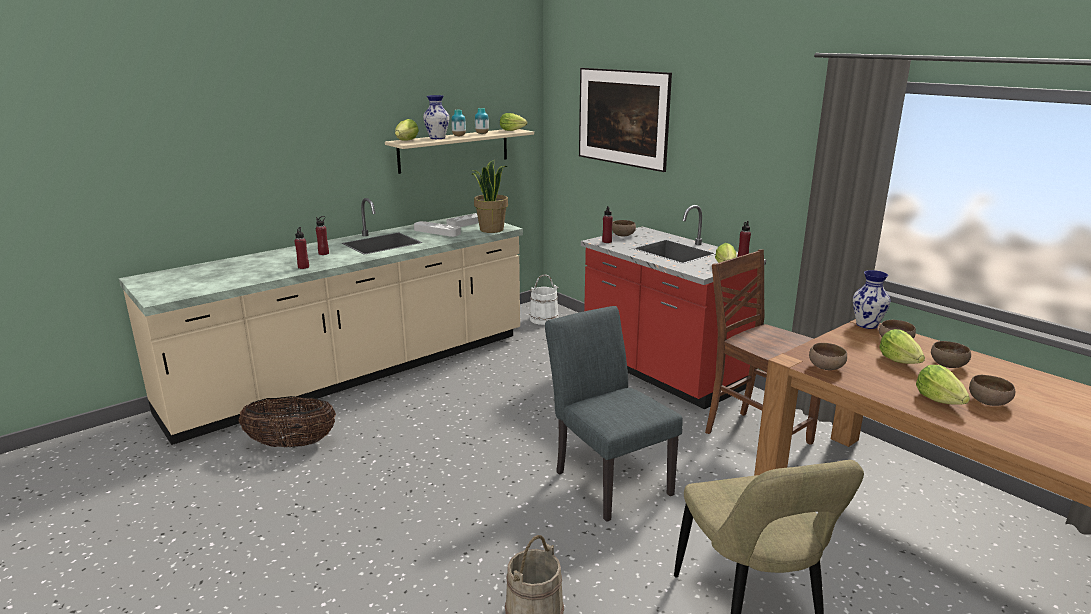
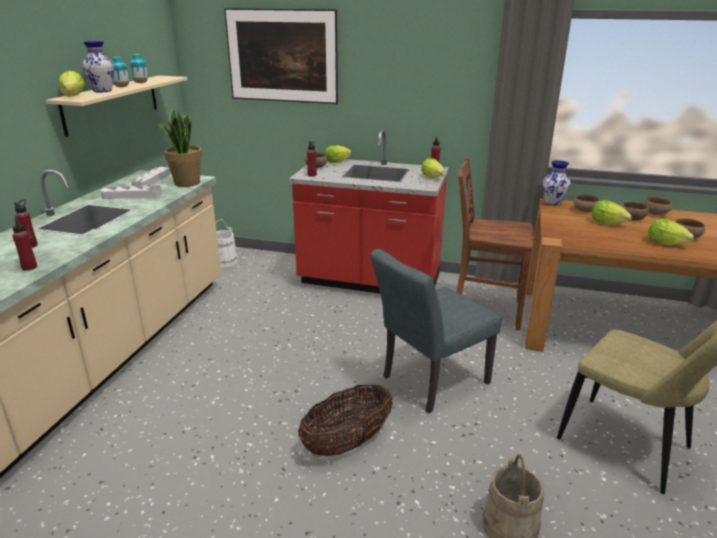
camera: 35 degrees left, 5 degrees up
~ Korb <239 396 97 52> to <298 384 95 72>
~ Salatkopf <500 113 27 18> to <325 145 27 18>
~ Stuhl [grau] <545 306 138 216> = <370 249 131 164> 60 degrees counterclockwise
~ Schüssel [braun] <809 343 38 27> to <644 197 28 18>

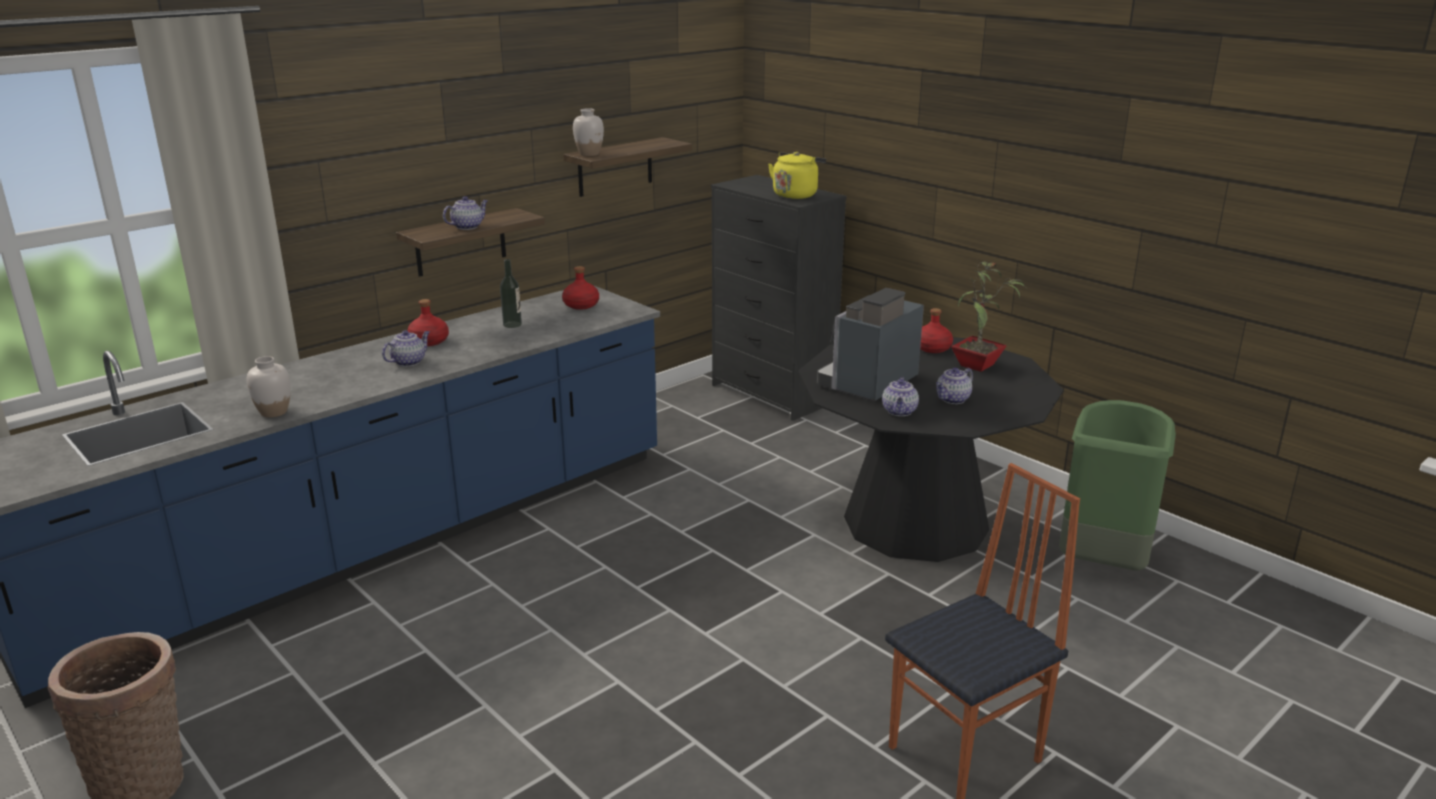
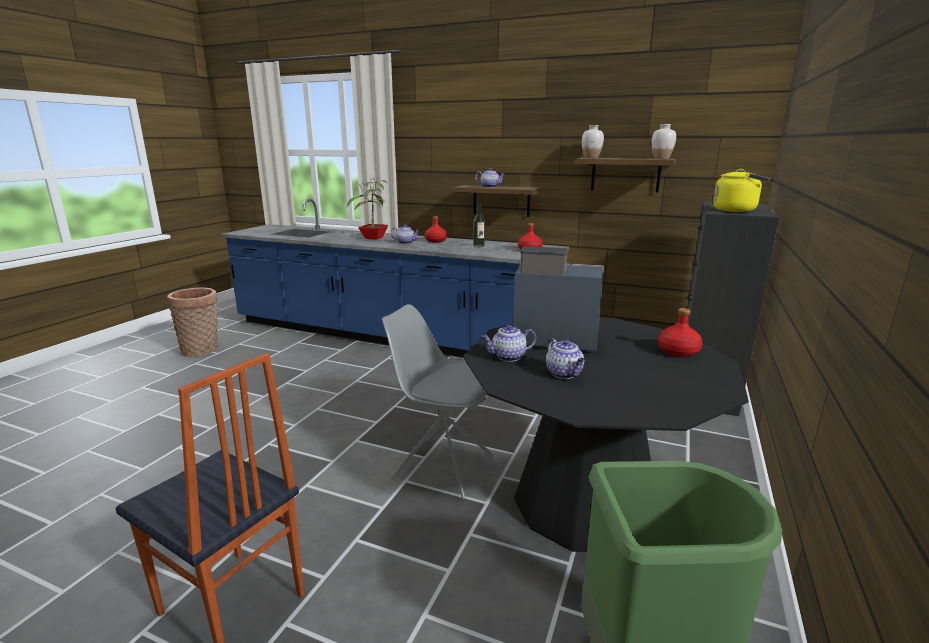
camera: 65 degrees right, 5 degrees down
~ Vase [weiß] <246 356 44 61> to <652 124 24 35>
~ Teekanne <936 367 37 37> = <546 338 39 41> 135 degrees counterclockwise
~ Topfpflanze <951 259 76 113> to <347 177 41 63>
+ Stuhl [grau] <382 304 112 195>

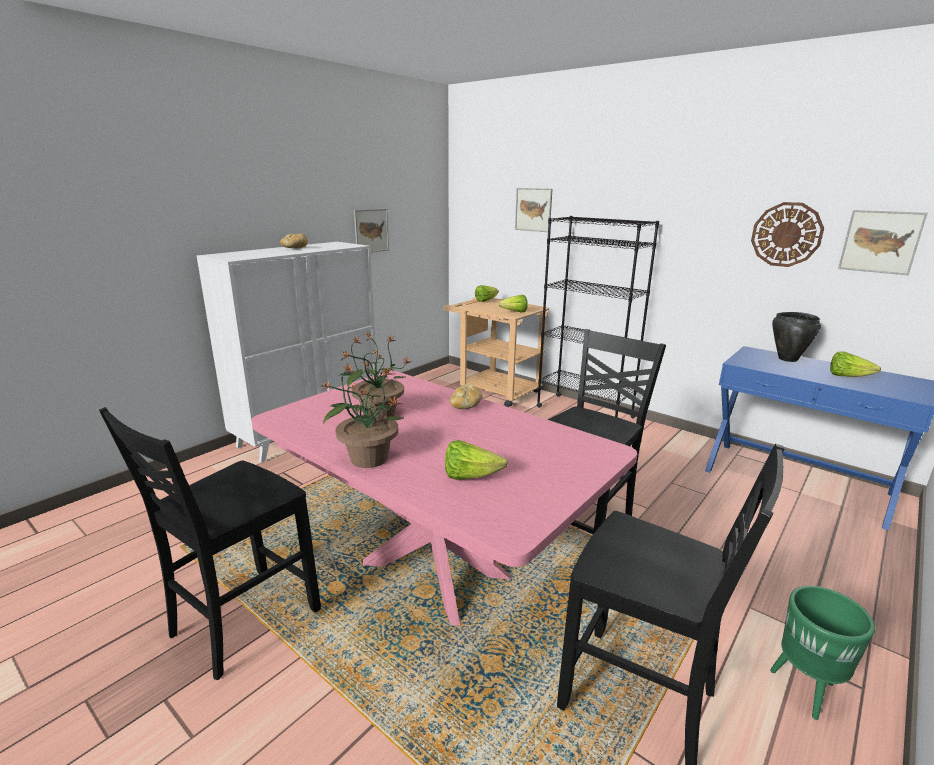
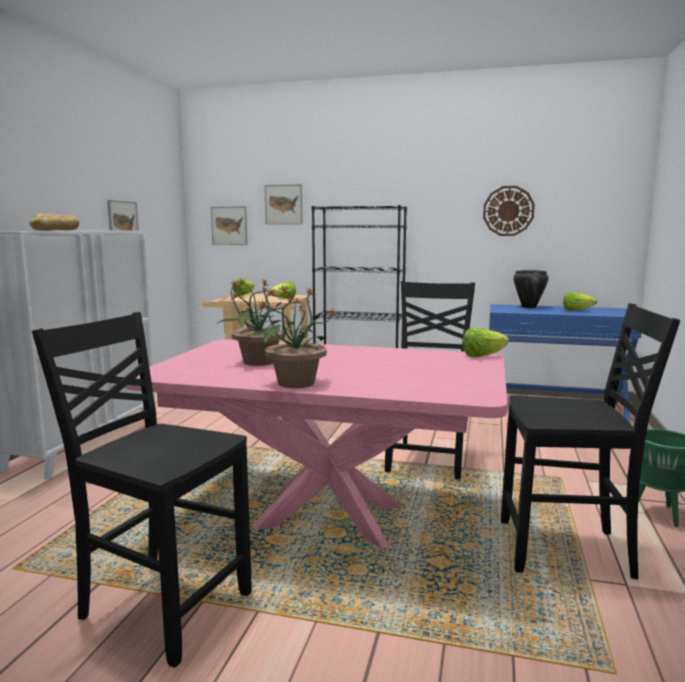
camera: 25 degrees left, 10 degrees down
~ Stuhl [schwarz] <99 407 222 273> = <32 312 220 356> 105 degrees clockwise
~ Salatkopf <445 440 63 40> to <463 328 46 29>
~ Brot <449 384 34 25> to <29 213 33 18>
~ Bild <838 210 90 65> to <211 206 37 39>

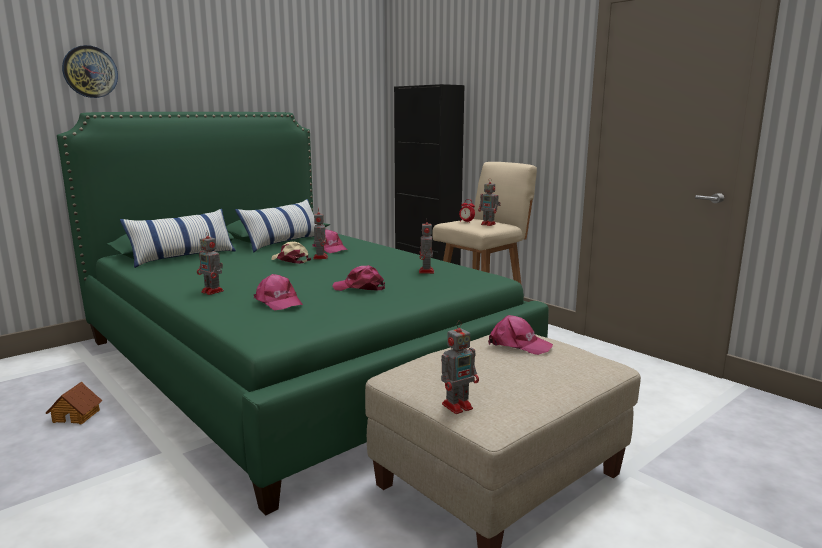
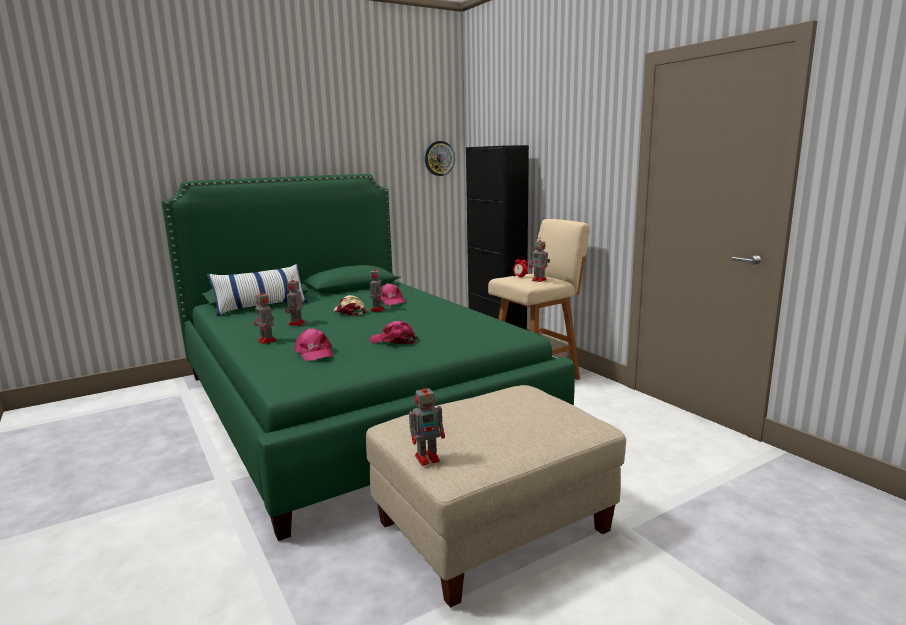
camera: 10 degrees right, 0 degrees up
- Spielzeughaus <46 382 56 42>
~ Wanduhr <62 45 56 53> to <425 141 30 35>
- Kissen <235 199 81 53>
~ Spielzeugroboter <419 222 15 52> to <285 280 20 46>
- Kappe [rosa] <488 315 65 40>

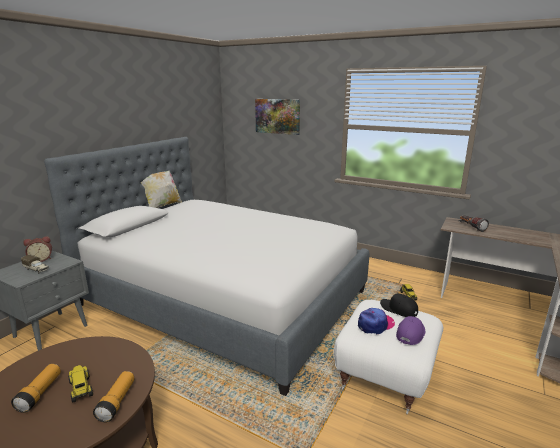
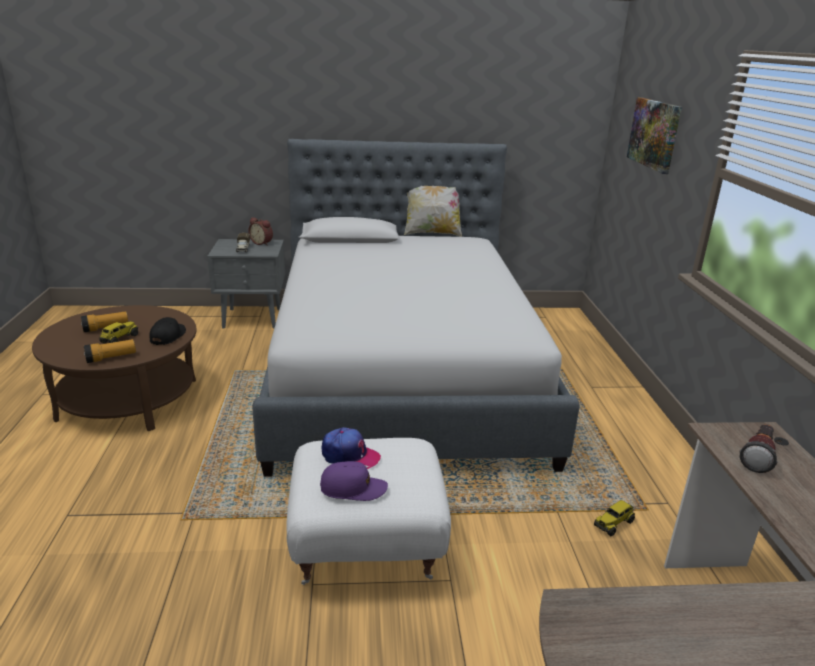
camera: 55 degrees right, 5 degrees up
~ Kappe [schwarz] <380 294 38 23> to <149 317 37 28>

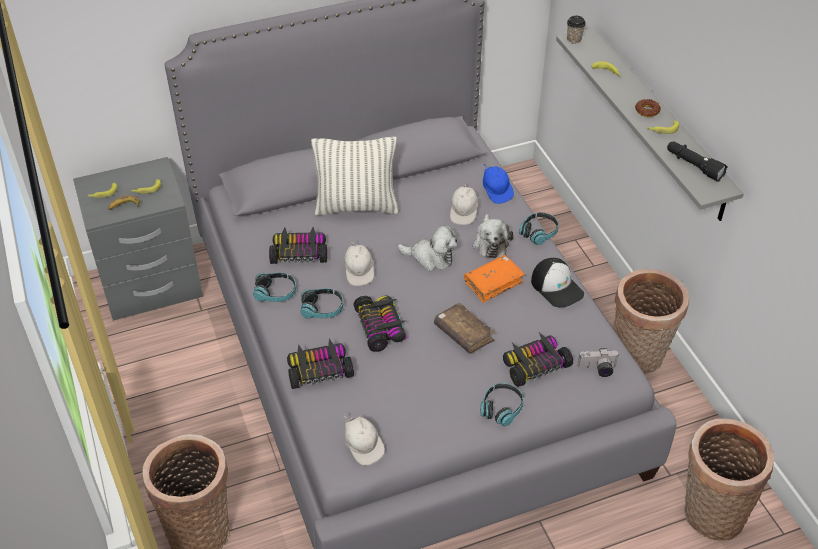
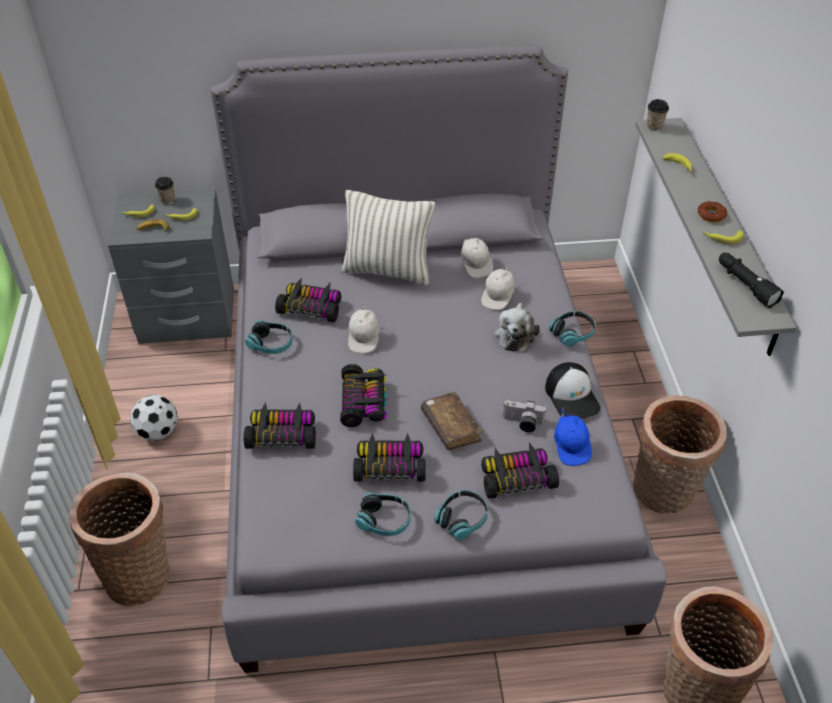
camera: 15 degrees right, 0 degrees up
~ Kopfhörer <301 288 42 31> to <355 492 56 44>
~ Kappe [weiß] <342 414 43 52> to <461 234 32 44>
- Plüschtier <398 225 59 46>
- Buch [orange] <464 255 61 48>
~ Kappe [blau] <483 164 31 40> to <554 408 38 58>
~ Kamera <578 348 41 29> to <503 400 43 32>
+ Fußball <130 394 48 47>
+ Tasse <155 177 20 27>
+ Spielzeugauto <353 433 72 49>

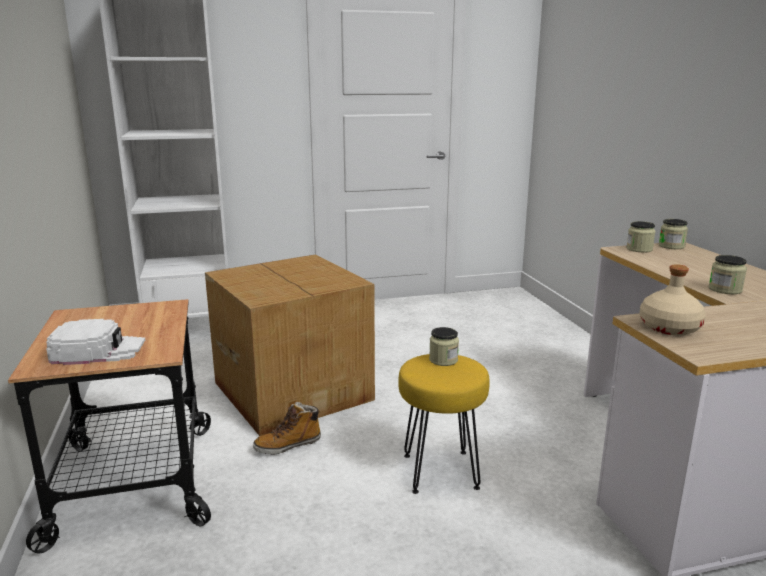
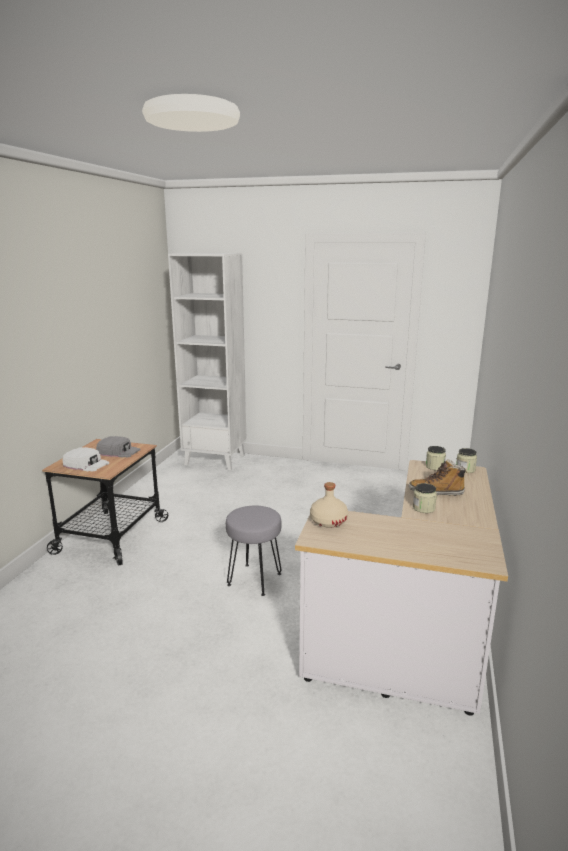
camera: 30 degrees right, 0 degrees up
- Karton <205 255 170 181>
~ Stiefel <253 402 68 53> to <409 459 57 37>
~ Hocker [gelb] <398 354 92 140> to Hocker [grau] <226 506 56 90>
- Vorratsglas <429 327 30 39>
+ Kappe [grau] <96 436 44 22>

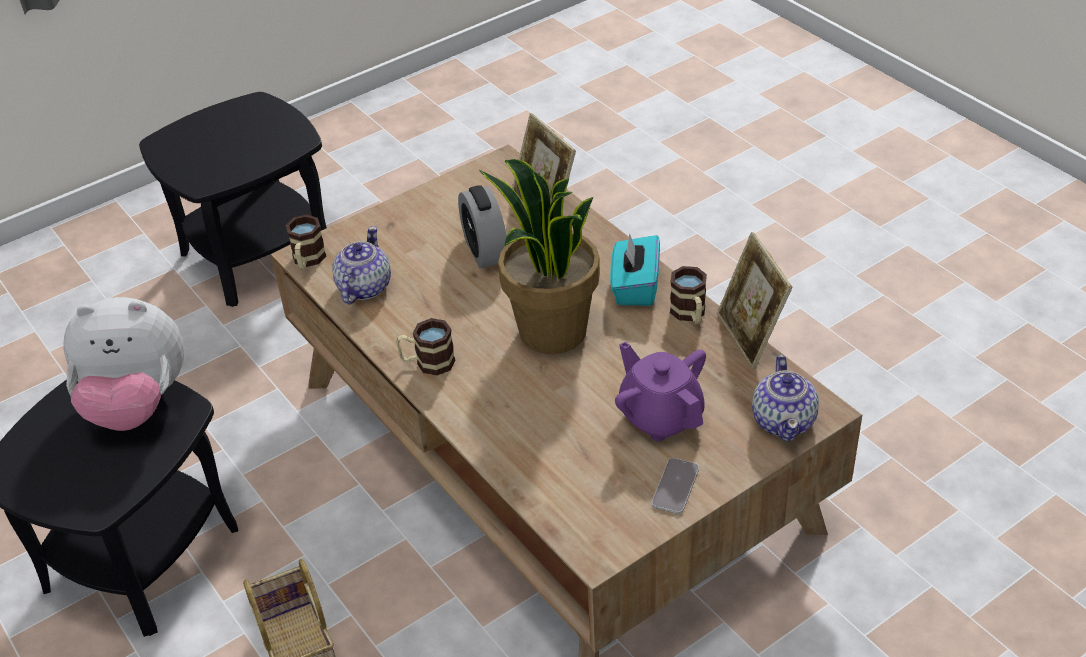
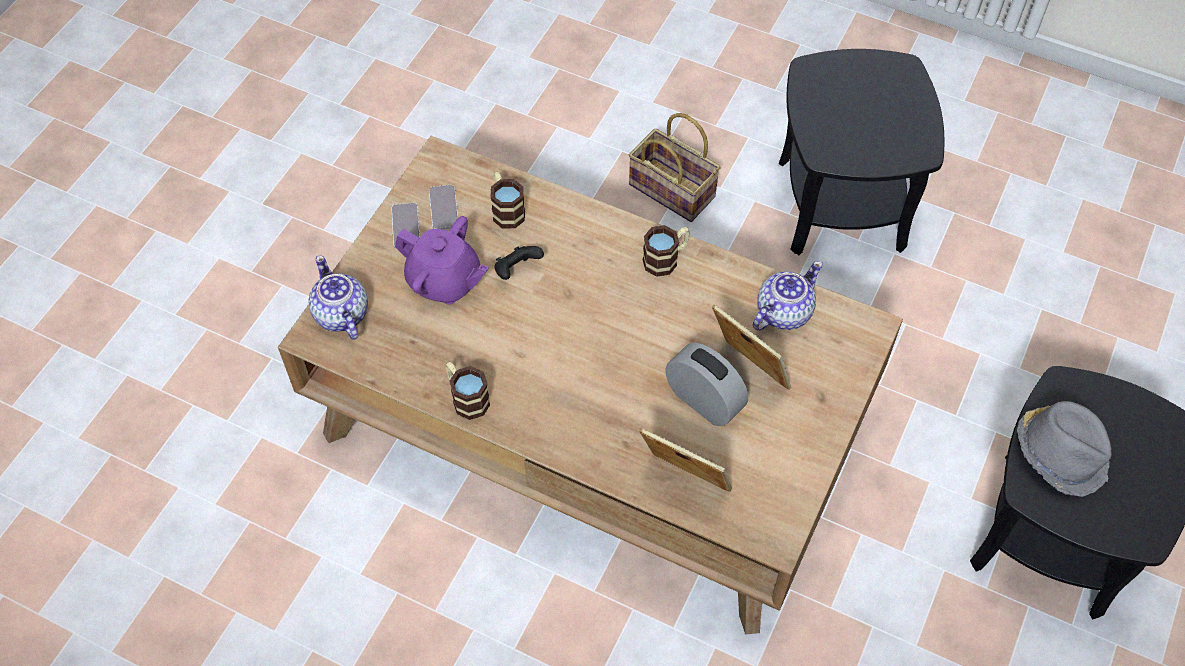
camera: 150 degrees right, 15 degrees up
- Plüschtier <64 297 120 134>
~ Henkelbecher <286 215 40 55> to <491 172 34 57>
~ Teekanne <332 226 59 78> = <753 261 70 70> 120 degrees counterclockwise
- Topfpflanze <479 159 121 195>
- Taschentuchbox [türkis] <610 233 50 73>
~ Bilderrahmen <717 232 75 137> to <712 304 79 86>
+ Handy <429 185 29 45>
+ Gamepad [schwarz] <494 246 50 34>
+ Hut [grau] <1017 401 95 96>

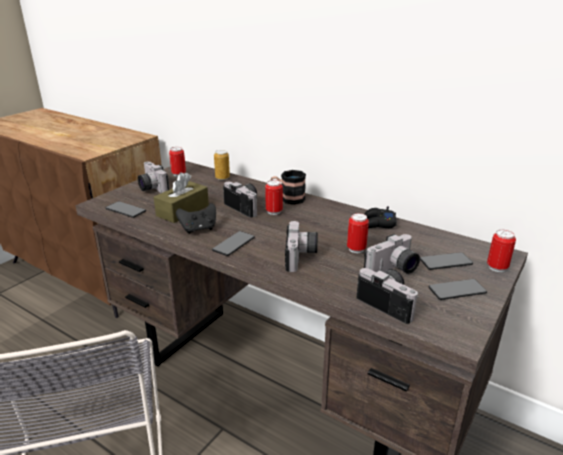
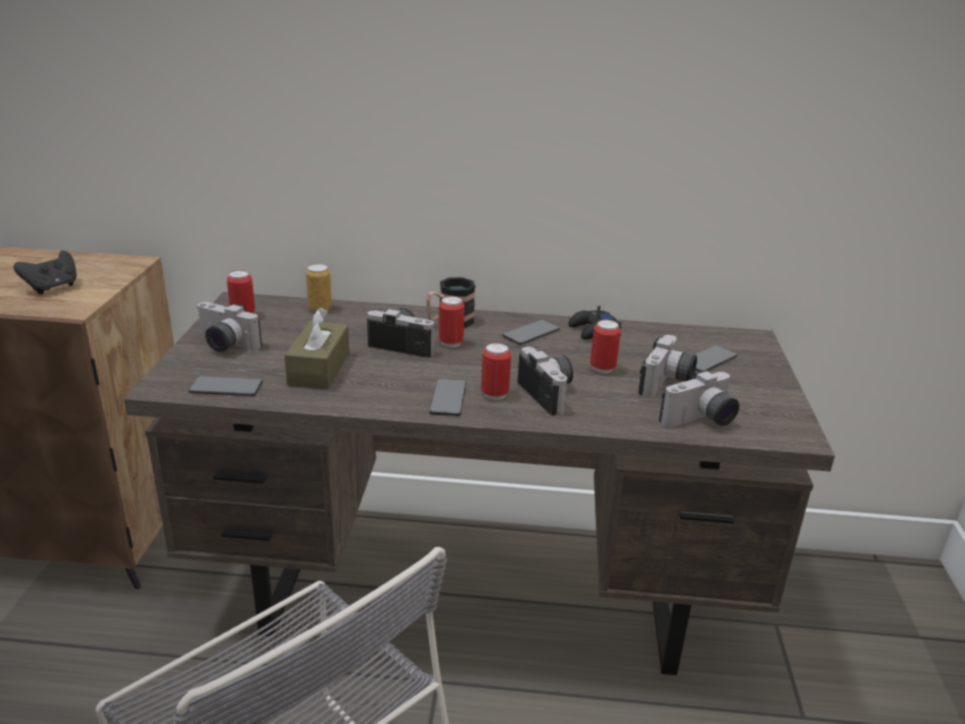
camera: 30 degrees left, 0 degrees up
~ Gamepad [schwarz] <176 203 40 31> to <13 251 64 43>
~ Kamera <356 268 62 56> = <659 370 80 57> 135 degrees clockwise
~ Handy <429 279 58 21> to <503 320 57 25>
~ Dose <487 230 29 42> to <481 342 30 58>

